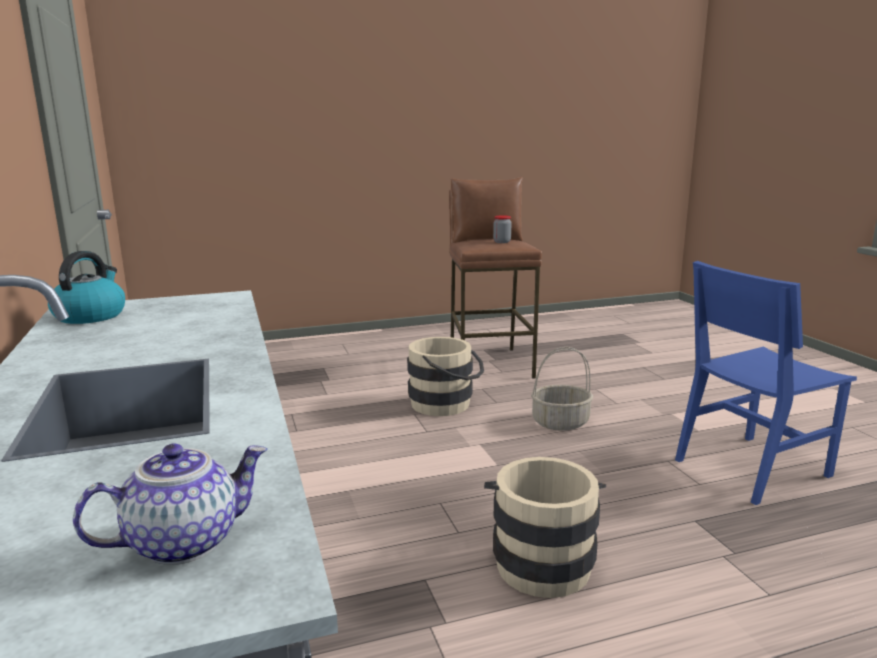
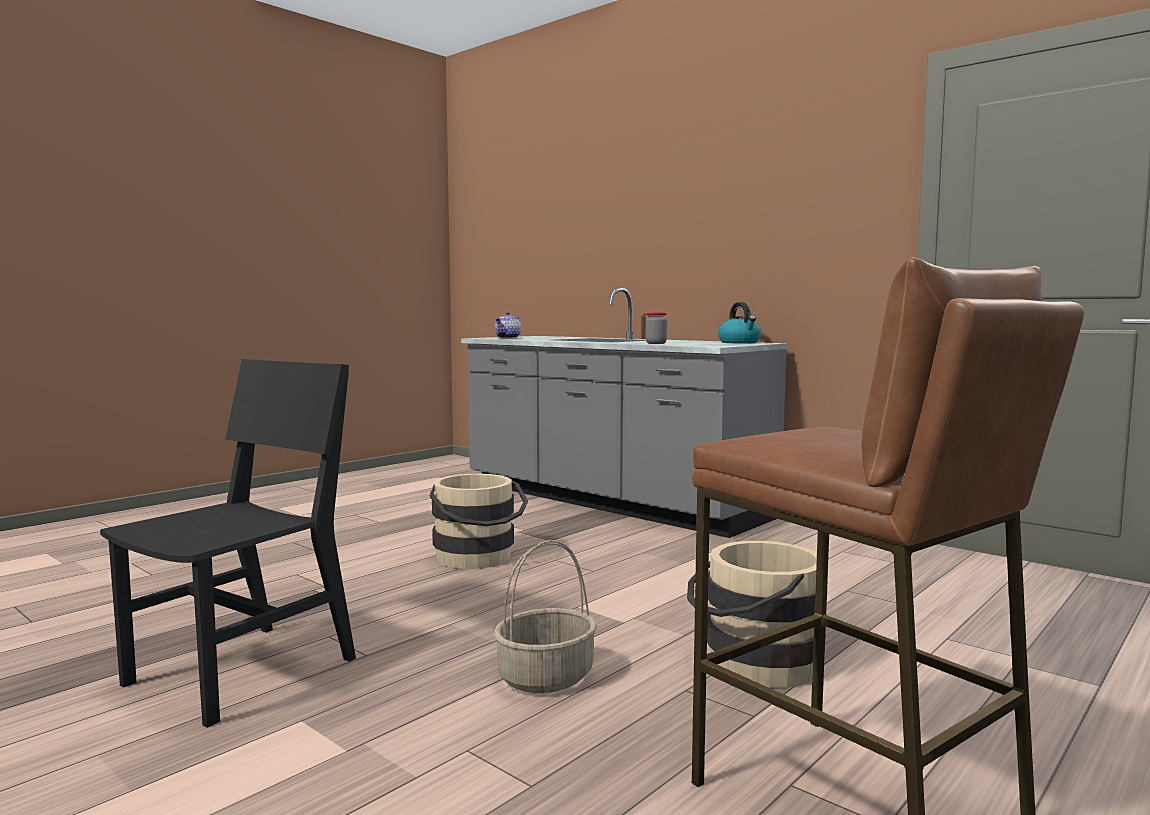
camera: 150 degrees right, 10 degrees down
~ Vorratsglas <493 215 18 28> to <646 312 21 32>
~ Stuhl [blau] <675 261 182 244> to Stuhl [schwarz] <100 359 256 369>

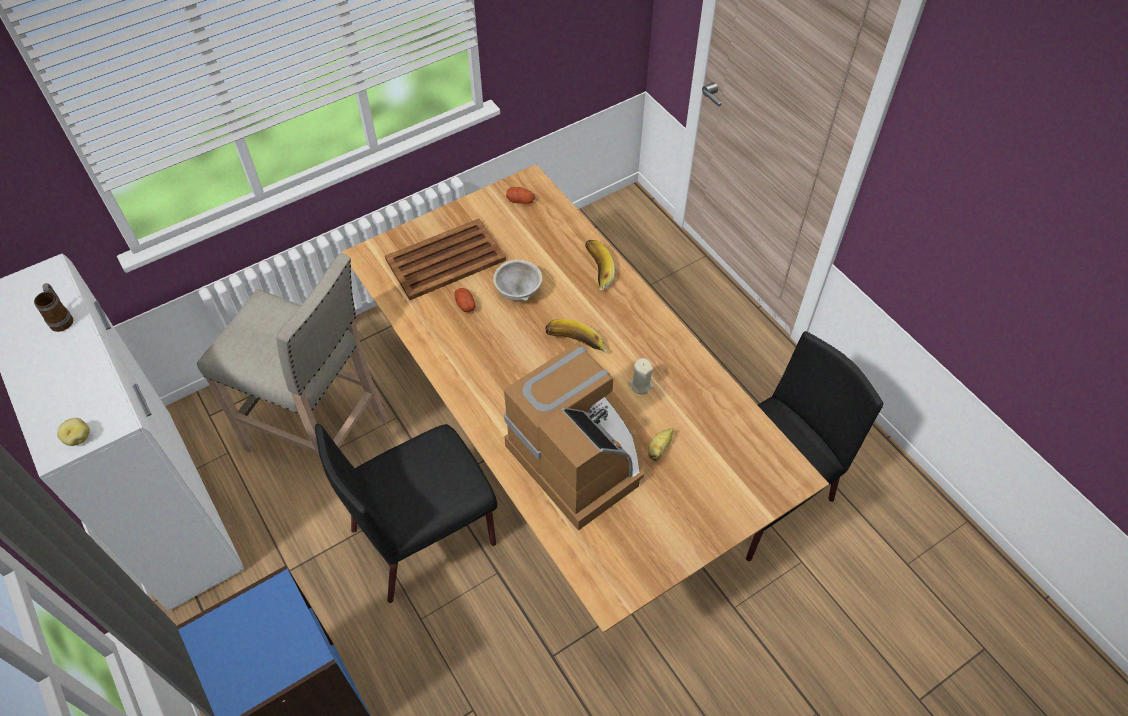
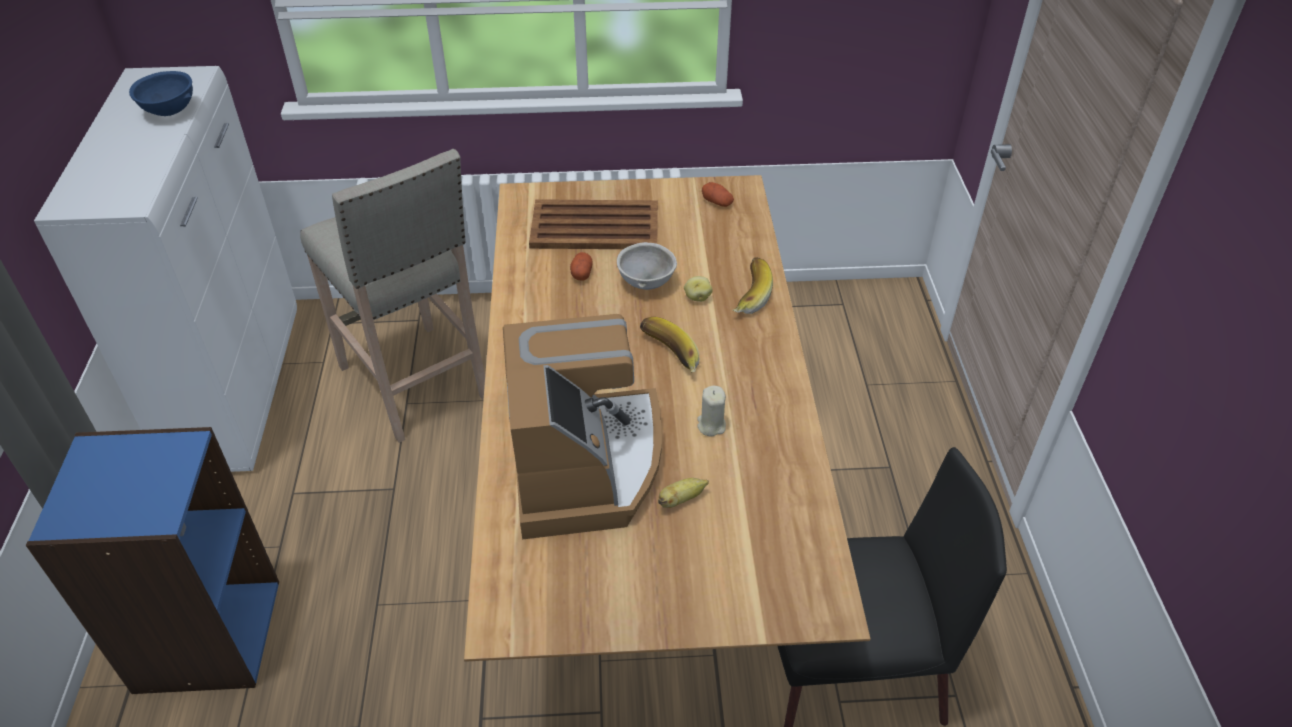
camera: 30 degrees right, 10 degrees down
~ Henkelbecher <34 283 39 49> to Schüssel [blau] <129 71 64 45>
~ Kartoffel <57 418 33 28> to <684 276 29 26>
- Stuhl [schwarz] <315 424 182 179>

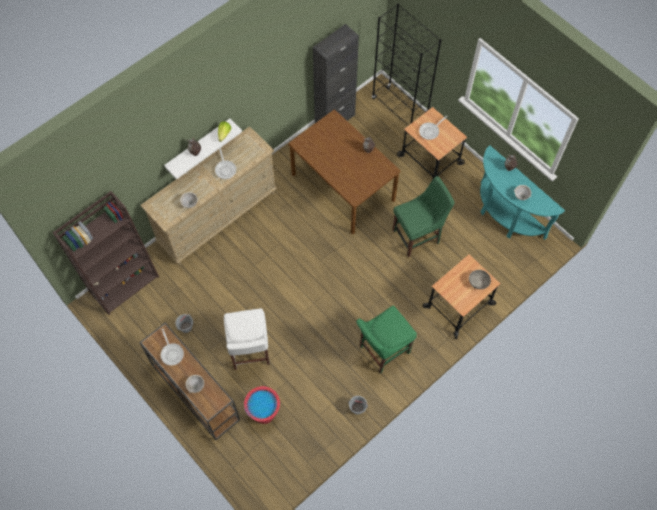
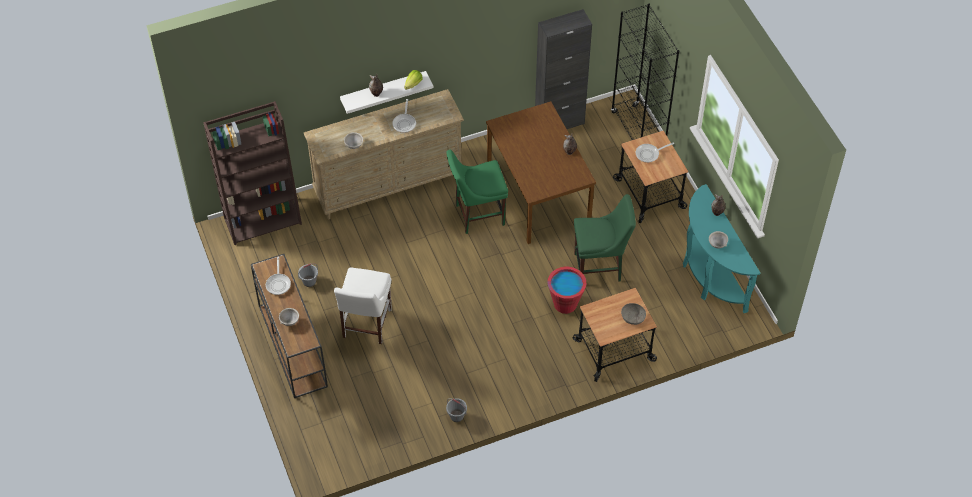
camera: 20 degrees right, 10 degrees down
~ Eimer [rot] <244 386 36 38> to <548 267 38 47>
~ Stuhl [grün] <356 305 61 69> to <446 150 62 84>

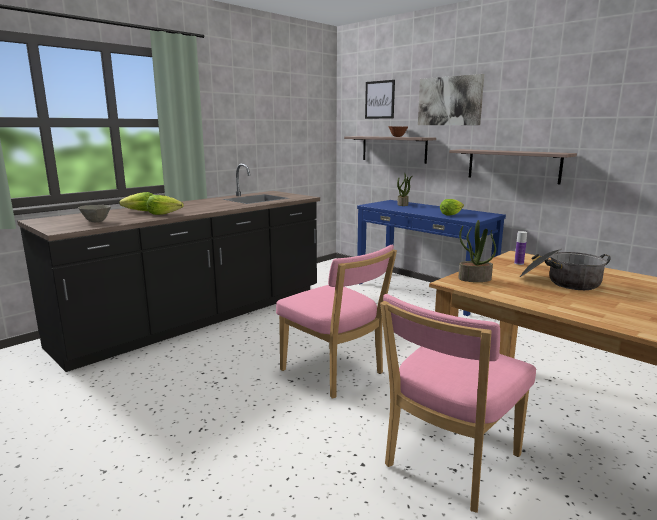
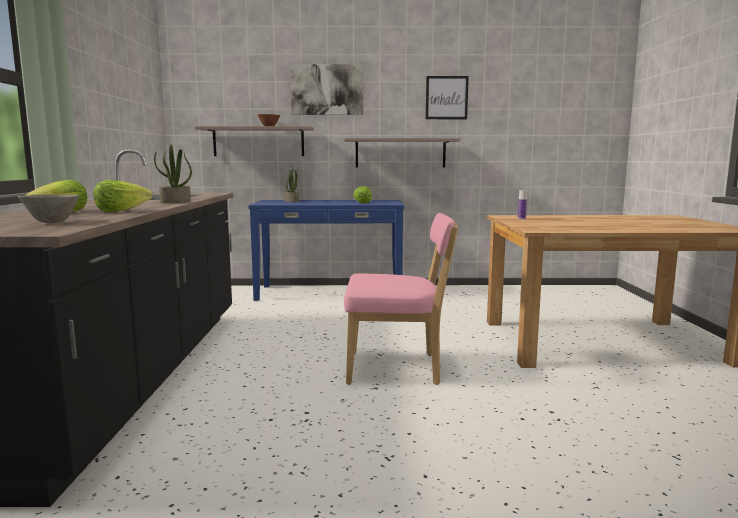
camera: 45 degrees left, 5 degrees down
~ Bild <365 80 30 39> to <426 76 43 43>
- Stuhl [rosa] <380 294 156 219>
~ Topfpflanze <458 220 38 62> to <154 144 38 59>
- Kochtopf <520 249 91 41>

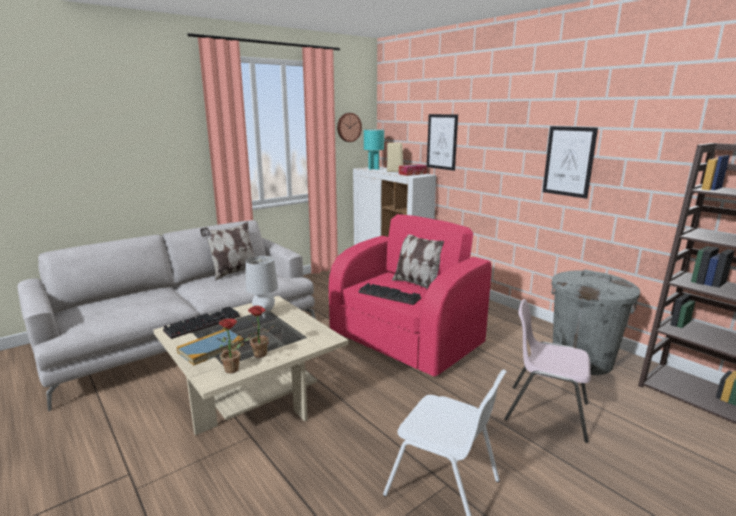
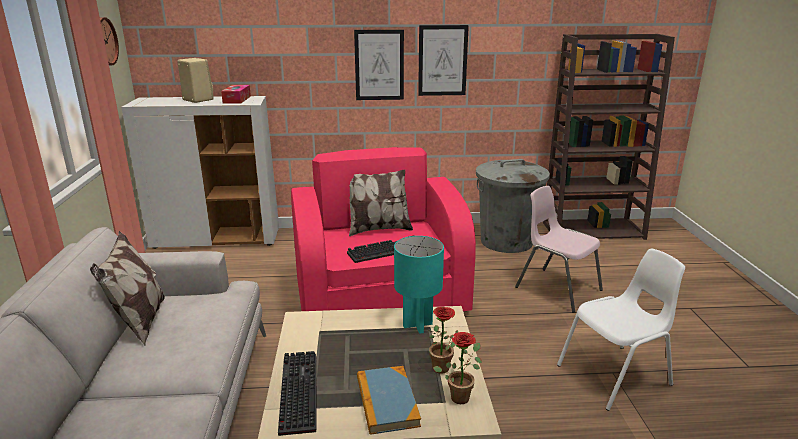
camera: 55 degrees left, 5 degrees up
- Tischlampe [grau] <245 256 33 62>
~ Tischlampe [türkis] <364 130 20 40> to <394 236 50 98>
~ Bild <427 114 31 57> to <354 30 50 70>
~ Stuhl [rosa] <504 299 87 144> = <515 186 88 127> 75 degrees clockwise

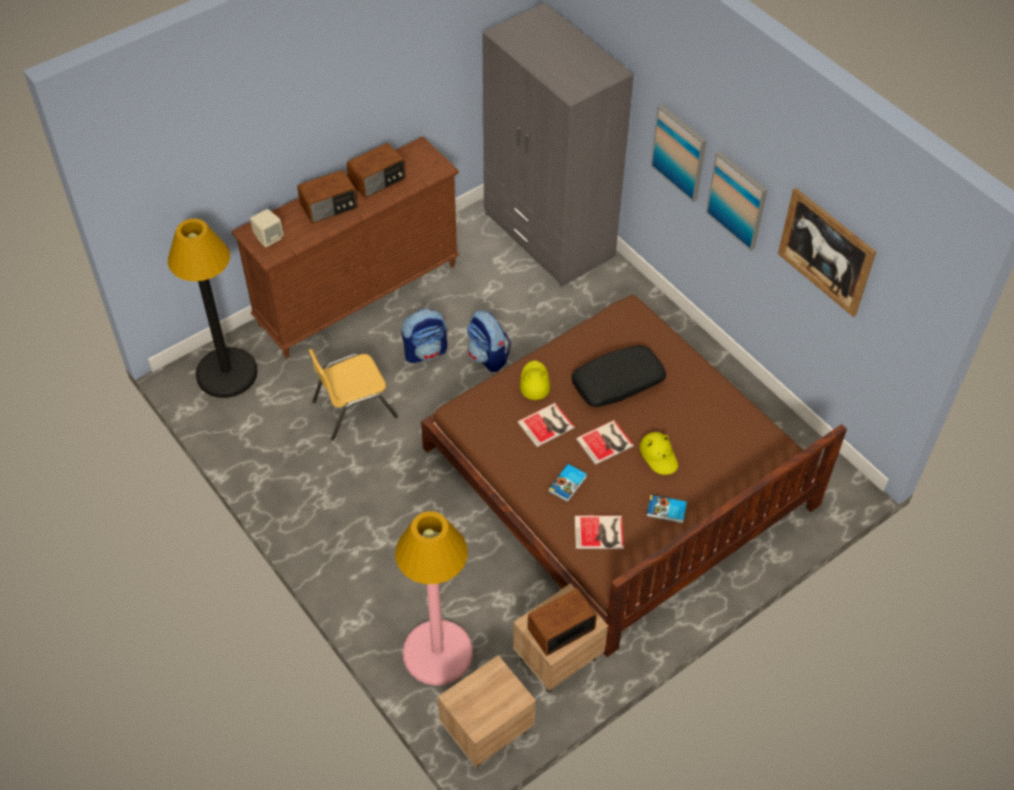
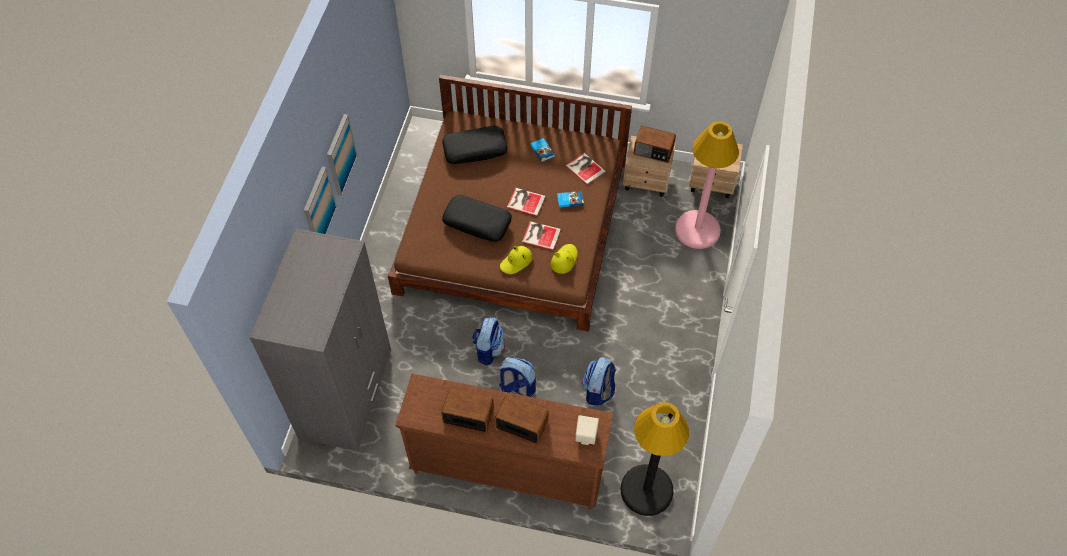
camera: 130 degrees left, 5 degrees up
~ Stuhl [gelb] <308 349 90 91> to Rucksack <582 357 34 49>
~ Hut [gelb] <640 432 38 43> to <551 244 27 30>
- Bild <778 188 98 129>
+ Kissen [schwarz] <442 126 66 38>

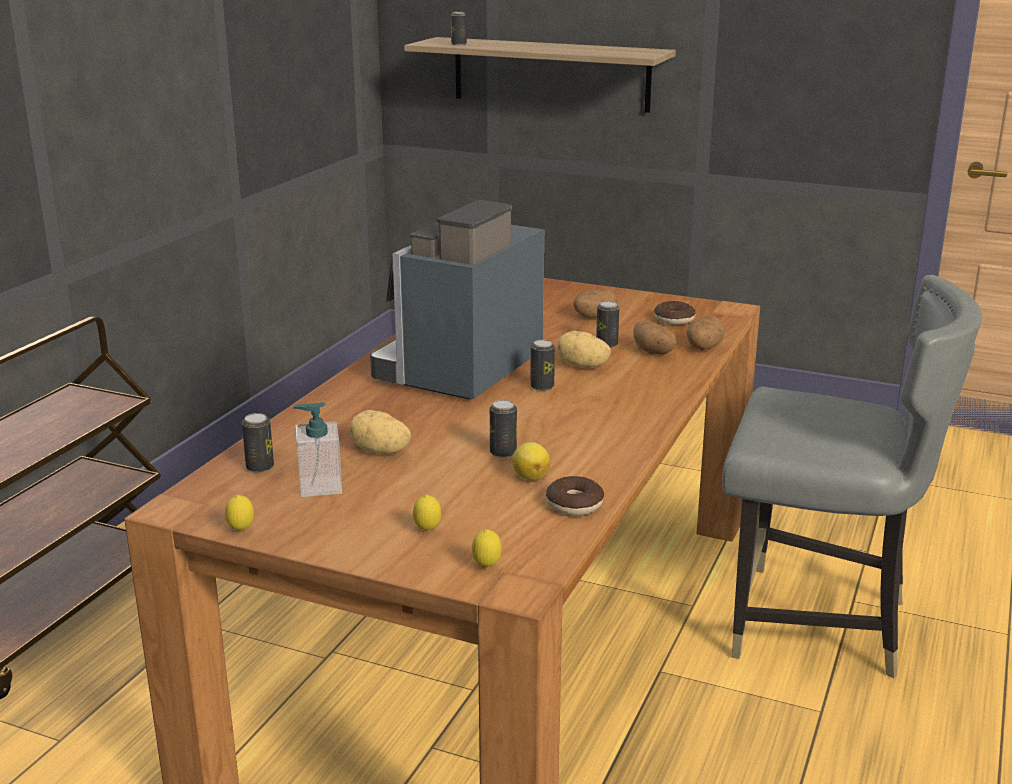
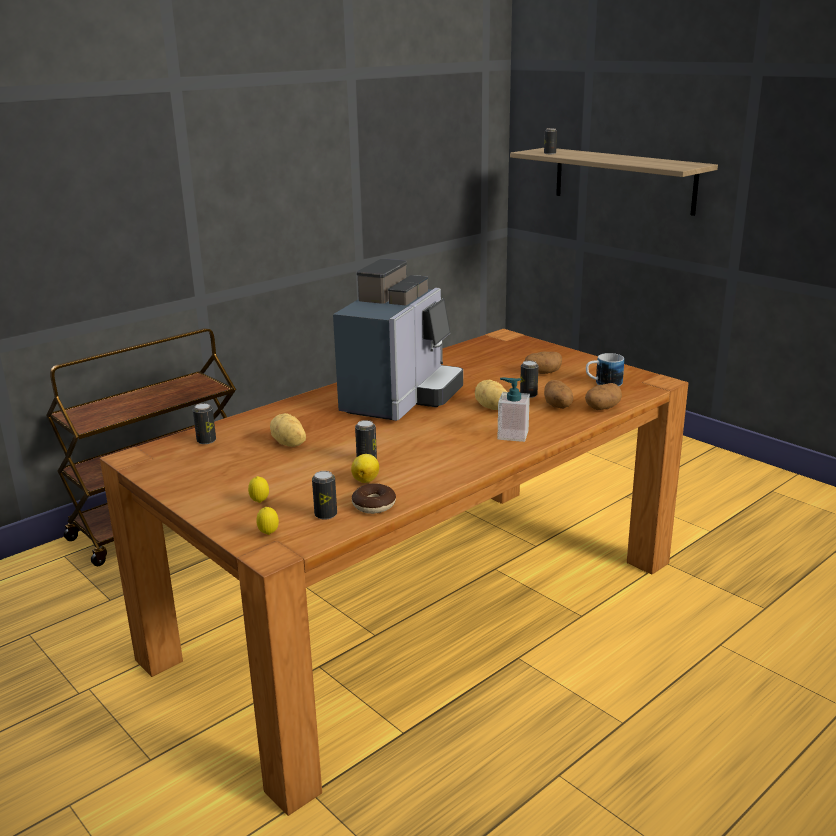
camera: 25 degrees right, 0 degrees up
- Zitrone <225 495 29 36>
~ Seifenspender <293 402 49 95> to <498 378 32 64>
~ Kaffeemaschine <370 200 174 199> = <333 259 130 162> 150 degrees clockwise
~ Dose <530 339 25 52> to <312 471 25 49>
~ Donut <654 301 42 24> to Henkelbecher <586 353 38 33>
- Stuhl [grau] <722 275 260 403>

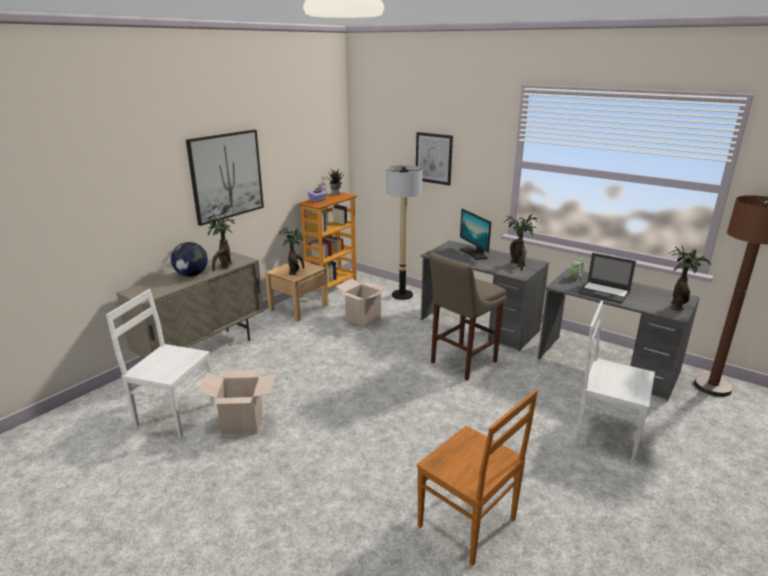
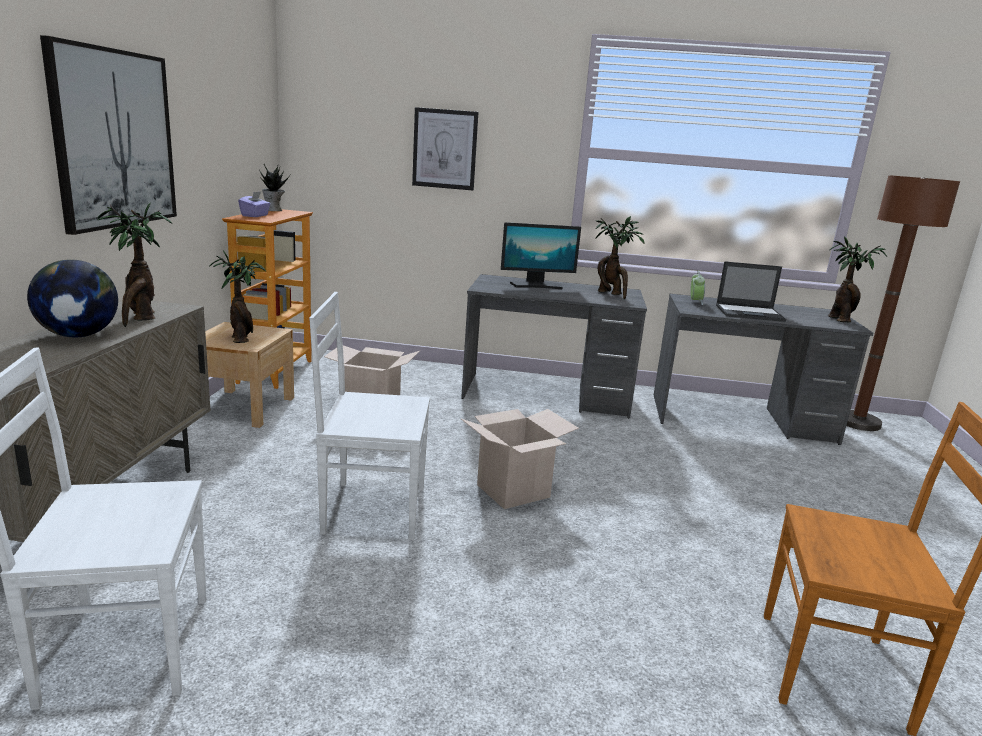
camera: 30 degrees left, 5 degrees down
~ Karton <198 370 78 64> to <461 409 118 100>
- Stehlampe <386 165 37 135>
- Hocker [beige] <429 253 77 127>
~ Monitor <459 209 32 51> = <501 222 80 67> 45 degrees counterclockwise
~ Stuhl [weiß] <575 301 80 161> to <309 292 121 248>

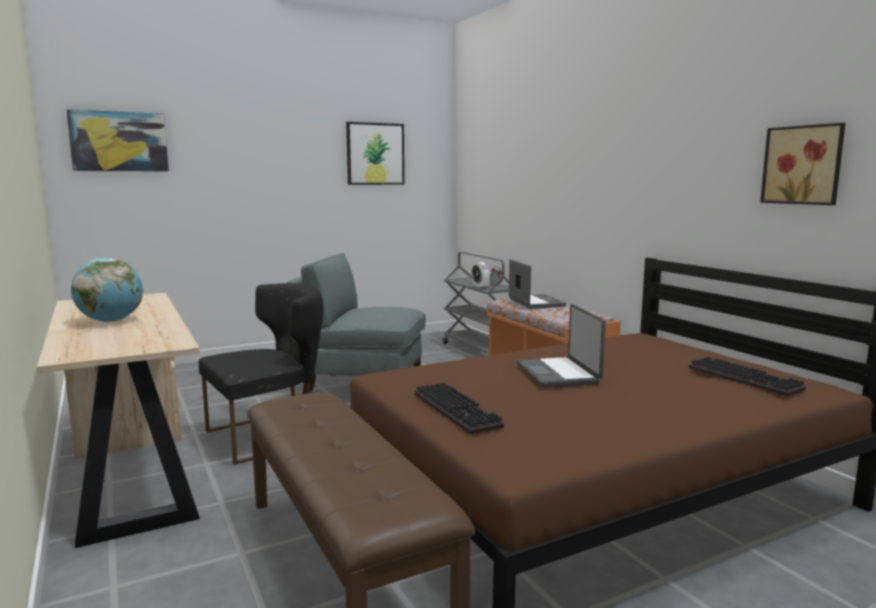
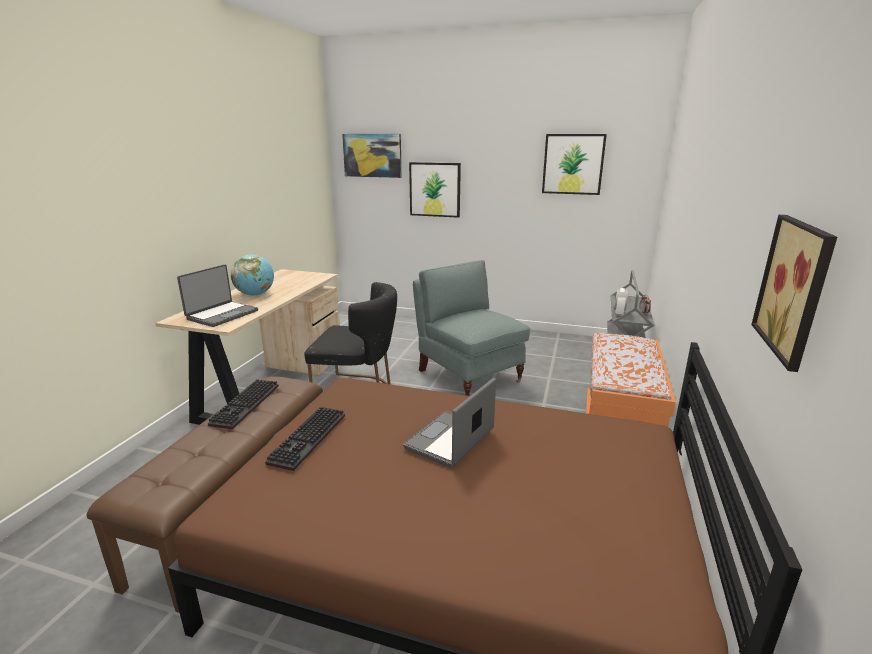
camera: 45 degrees right, 10 degrees up
~ Laptop <509 259 57 50> to <177 264 81 63>
~ Tastatur <689 357 117 39> to <208 379 71 50>
+ Bild <409 162 52 56>

